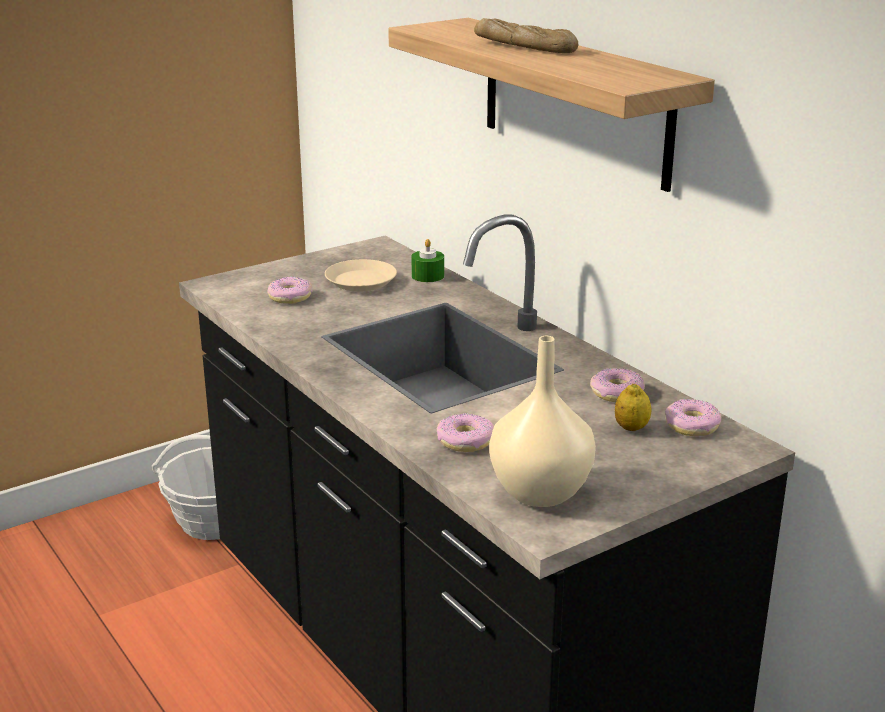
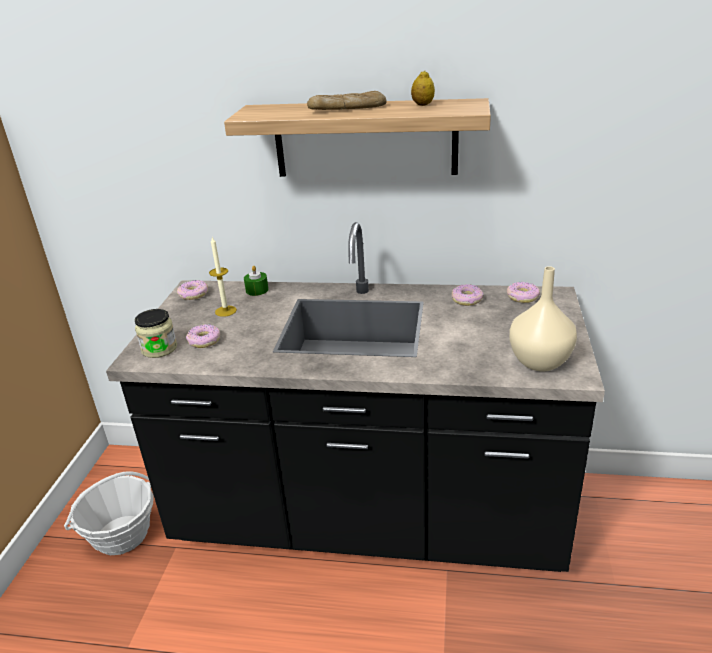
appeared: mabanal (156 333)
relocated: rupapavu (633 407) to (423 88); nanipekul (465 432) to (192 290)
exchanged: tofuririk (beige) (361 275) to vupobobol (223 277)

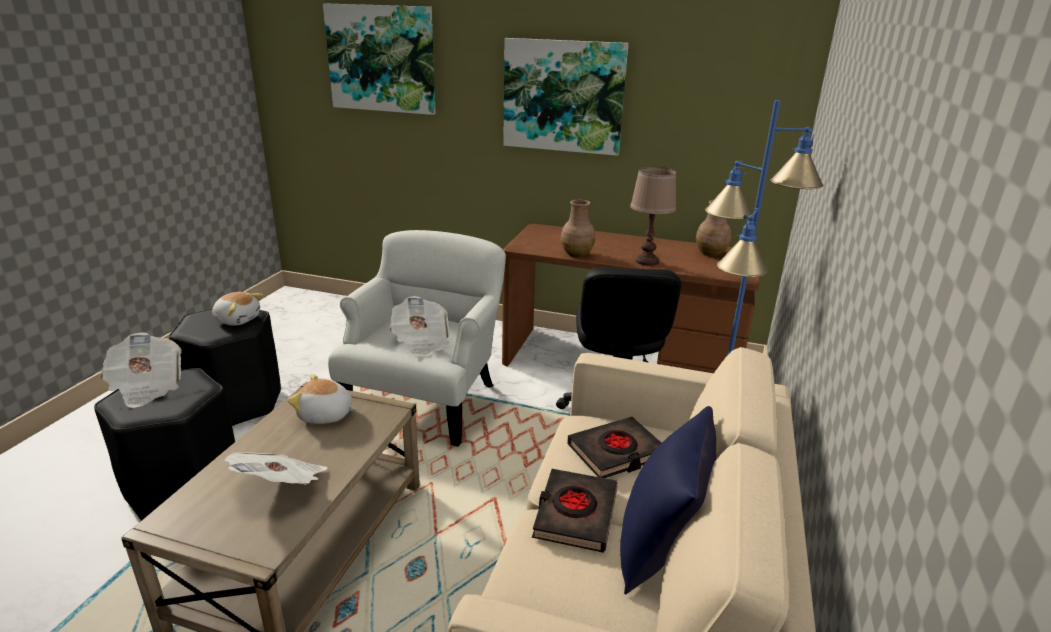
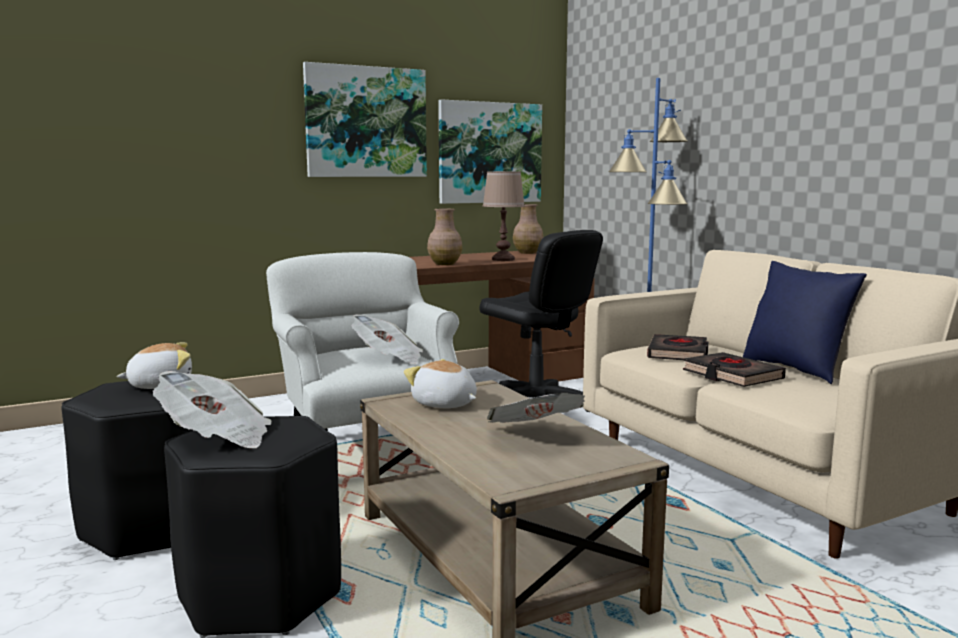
relocated: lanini (379 59) to (490 151)
spun: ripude (322 399) = (440 383) 75 degrees clockwise

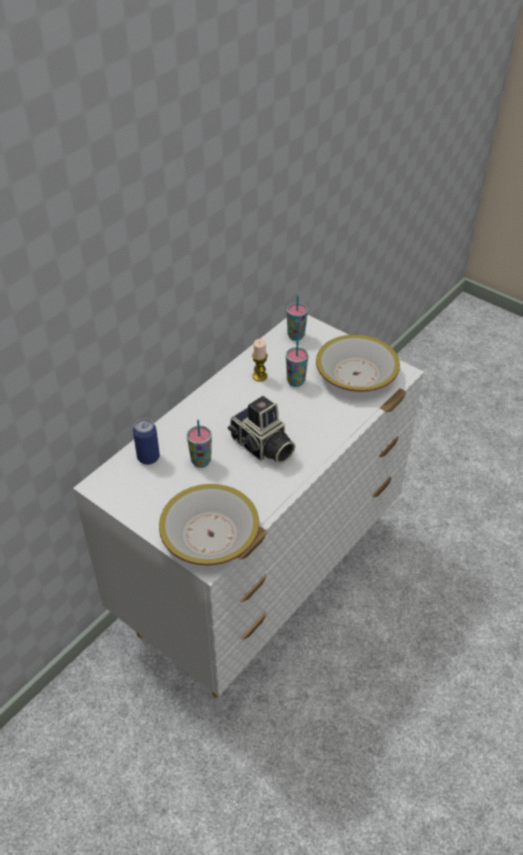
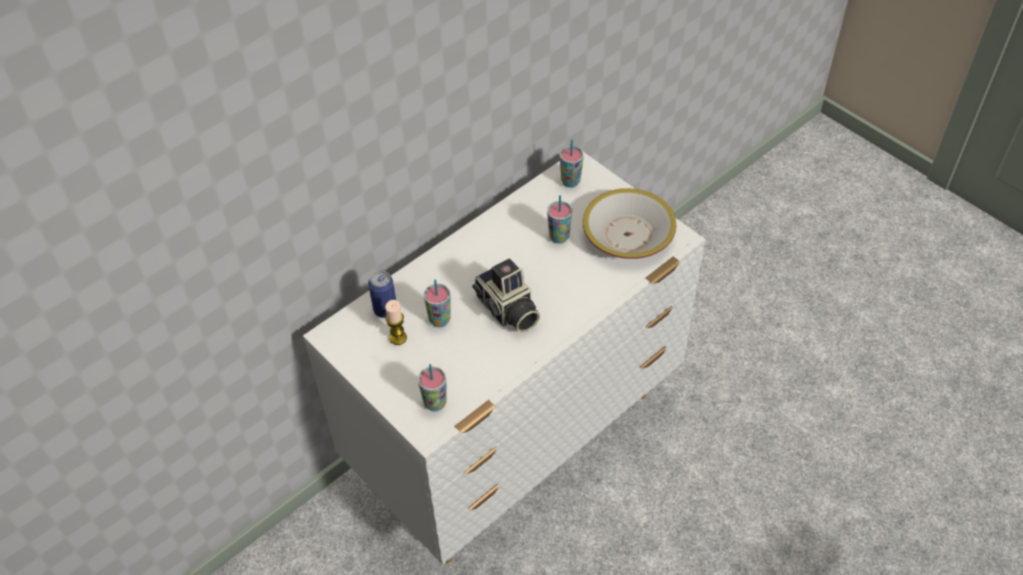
relocated: vupobobol (260 360) to (396 322)
exchanged: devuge (209 524) to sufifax (432 388)

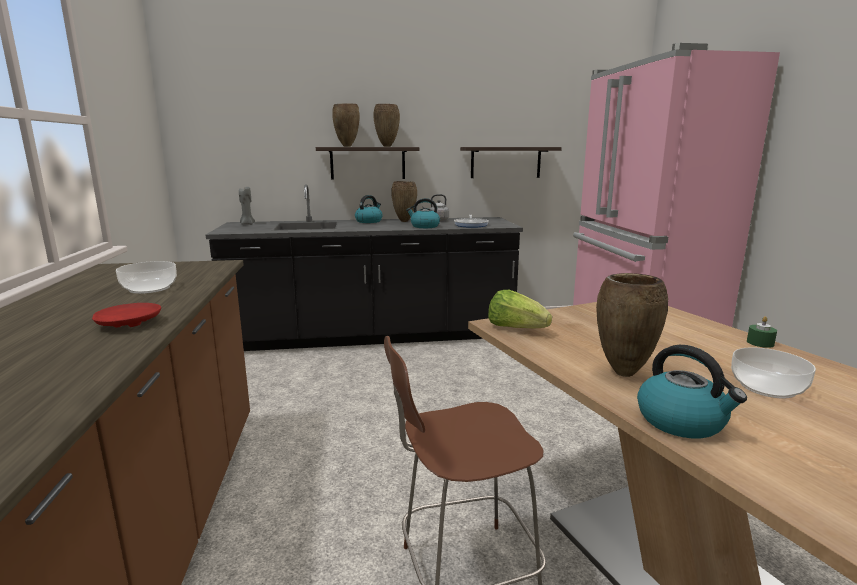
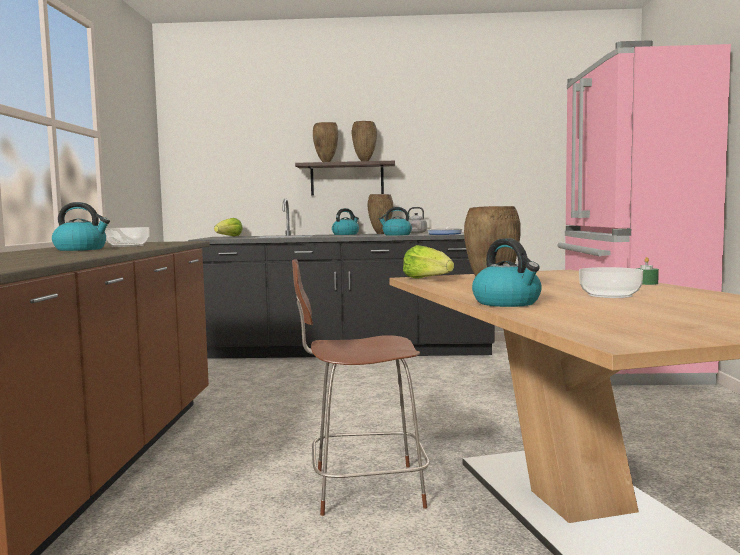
missing: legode (511 162); tofuririk (red) (126 315)
appeared: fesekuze (81 226)
exchanged: vupobobol (grey) (247 206) to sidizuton (228 227)

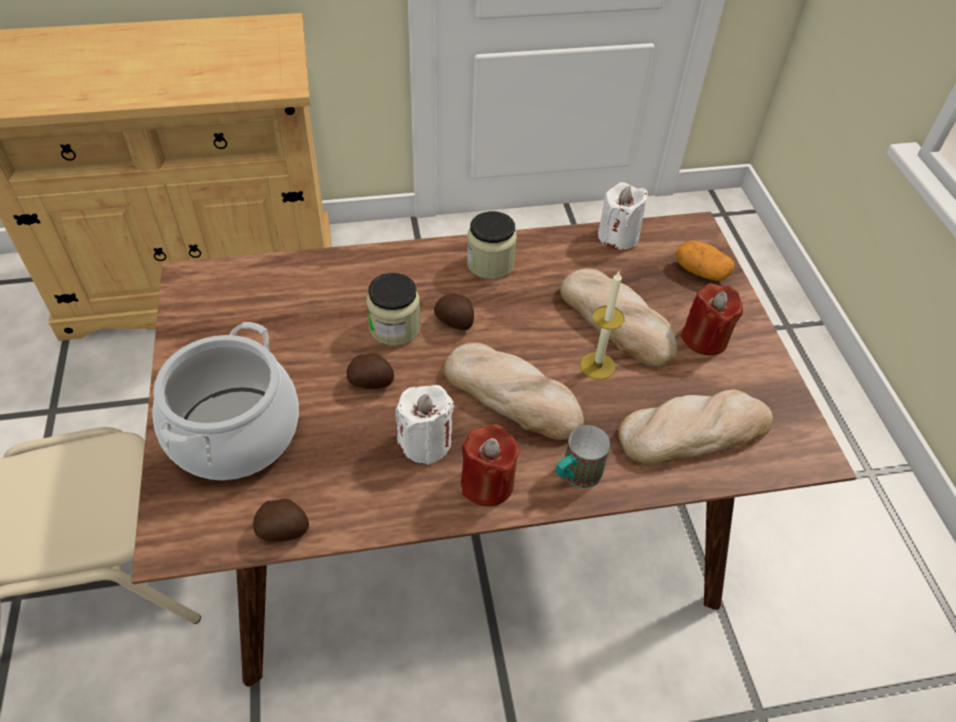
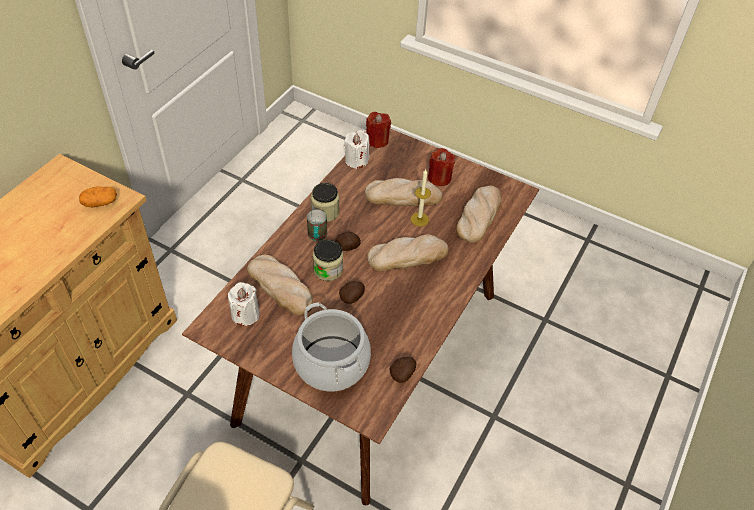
appeared: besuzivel (280 285)
relocated: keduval (705 261) to (98 196); vupobobol (white) (425 425) to (244 304); vupobobol (red) (490 465) to (378 130); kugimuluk (582 456) to (317 225)

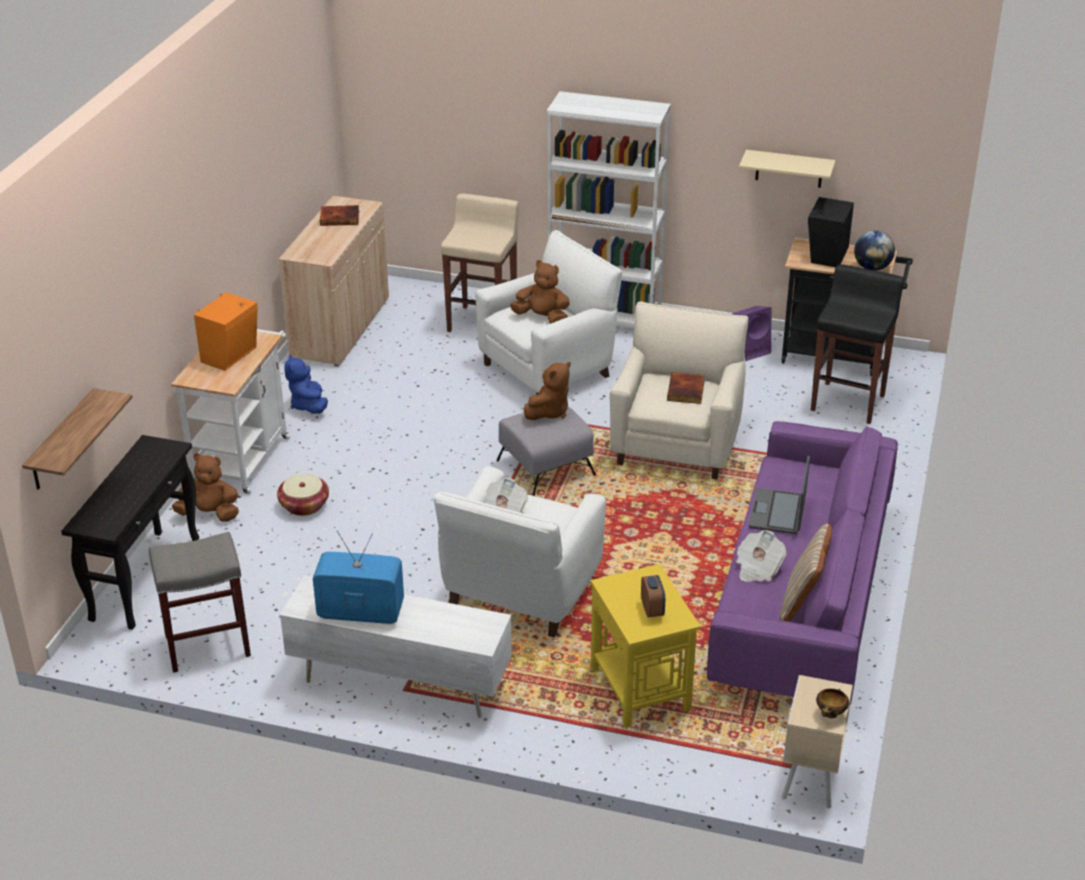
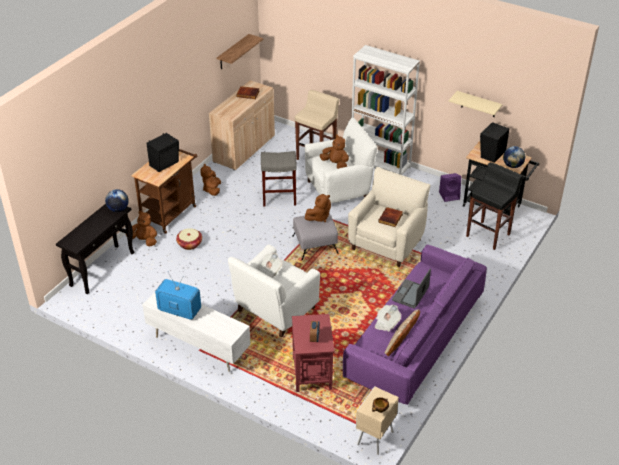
appeared: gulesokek (117 200)
relocated: legode (77 439) to (240 52); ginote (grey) (200 602) to (279 178)
colour: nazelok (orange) (226 332) to nazelok (black) (162 152); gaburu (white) (230 412) to gaburu (brown) (164 191); ripude (blue) (306 384) to ripude (brown) (210 180); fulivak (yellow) (646 646) to fulivak (red) (313 353)

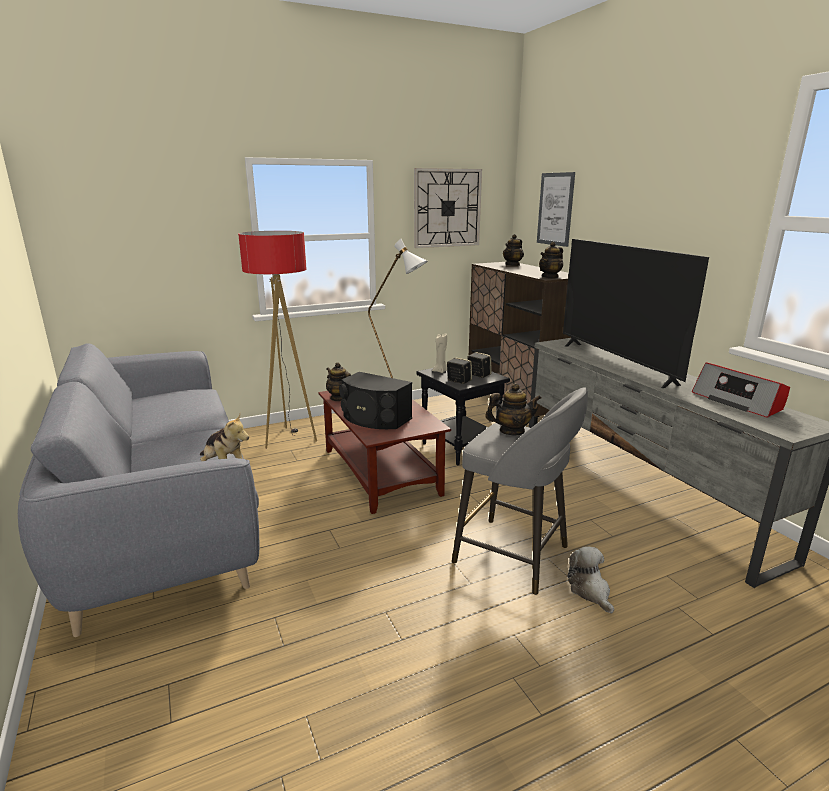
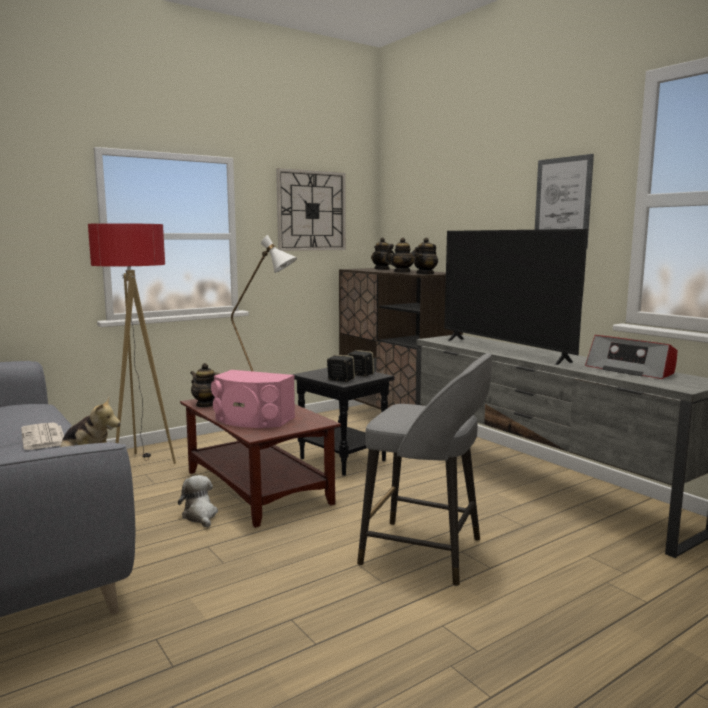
missing: vupobobol (beige) (439 353)
appeared: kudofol (42 436)
relocated: lanini (556 209) to (564 201); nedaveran (513 409) to (400 255); ripude (591 580) to (198 501)
colour: nazelok (black) (375 400) to nazelok (pink) (253 399)

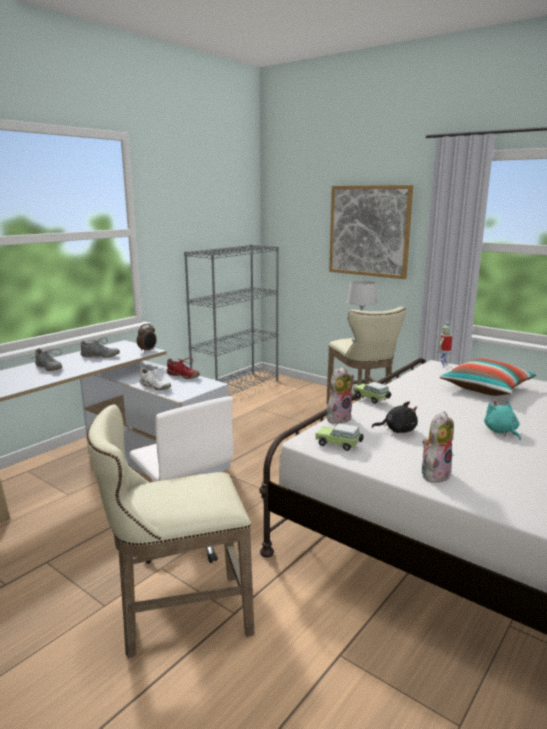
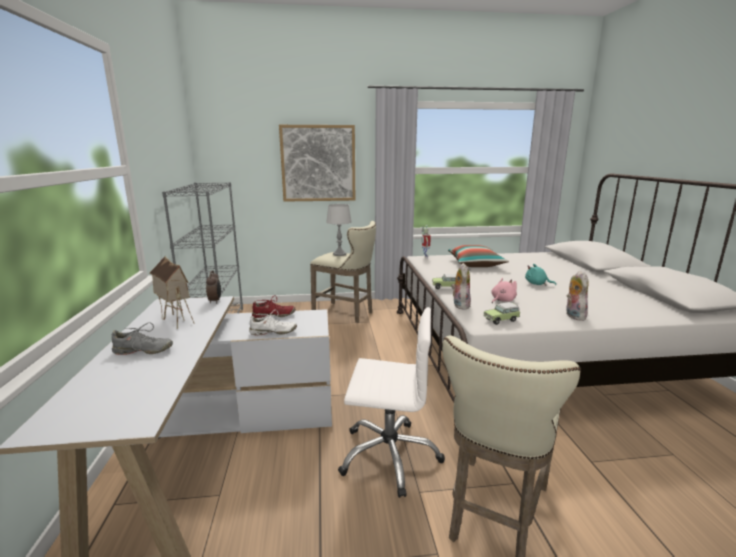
exchanged: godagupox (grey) (100 347) to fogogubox (172 292)
colour: ripude (black) (395 417) to ripude (pink) (504 290)

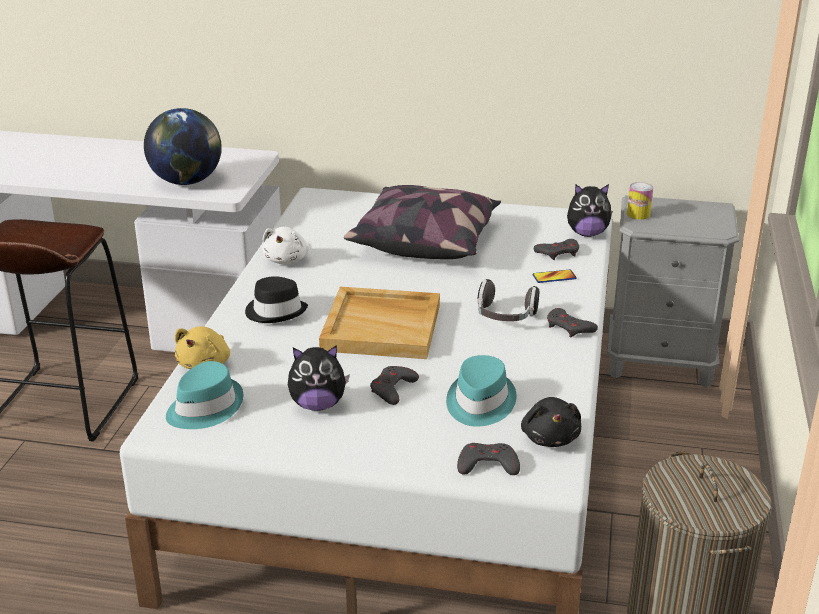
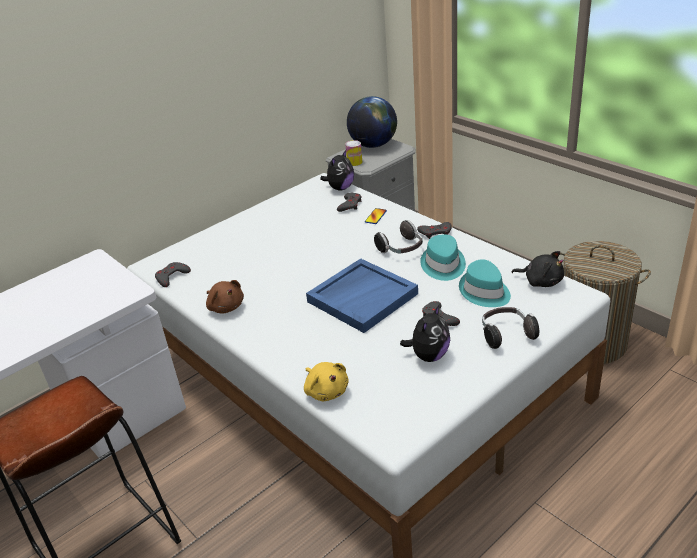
missing: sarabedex (422 222); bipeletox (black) (276 299)
appeared: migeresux (510 328)
relocated: gulesokek (183 146) to (372 122); bipeletox (turquoise) (204 395) to (443 257); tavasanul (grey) (488 459) to (173 274)
colour: ripude (white) (286 245) to ripude (brown) (225 297); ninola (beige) (379 323) to ninola (blue) (362 295)

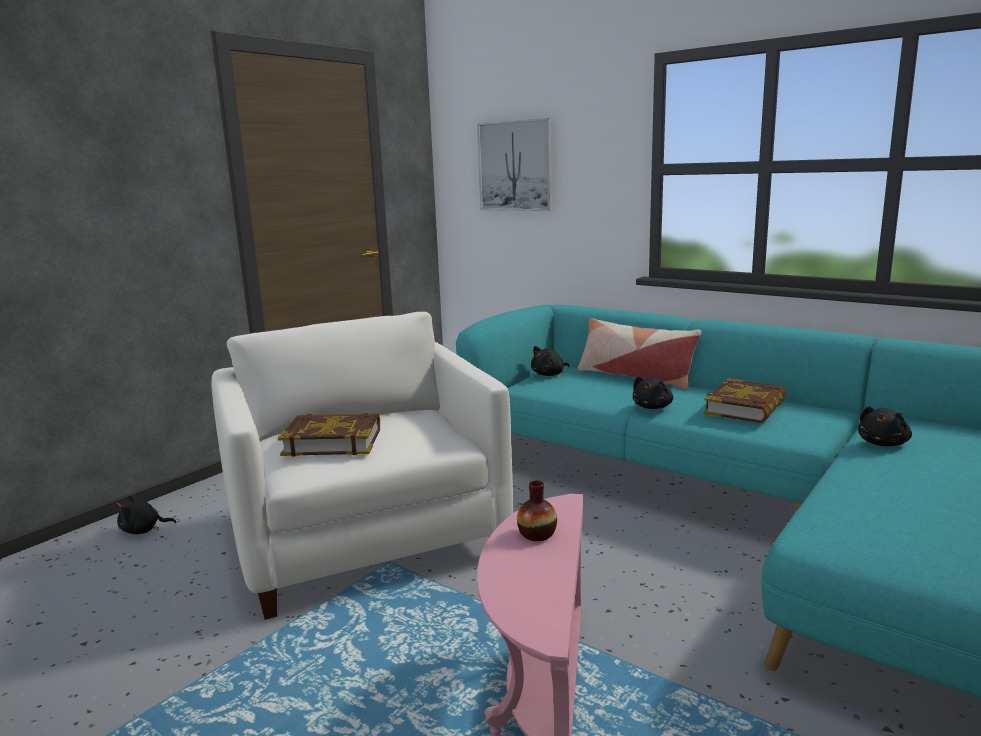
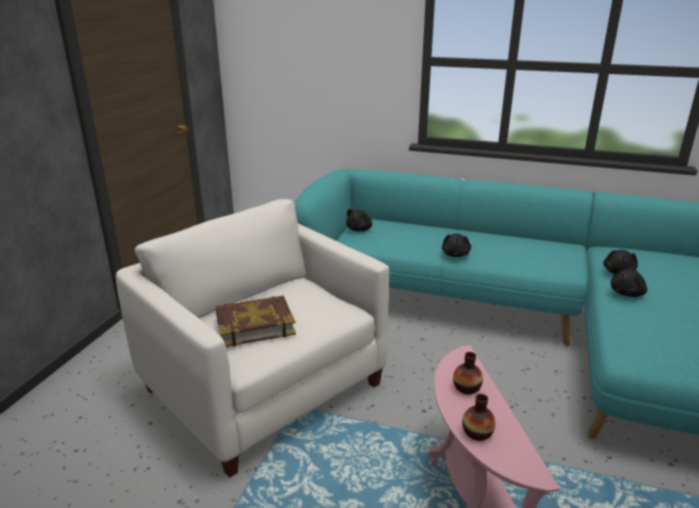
missing: lanini (515 164); sarabedex (639 354); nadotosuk (745 400)
appeared: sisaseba (479 417)
relocated: ripude (black) (147 514) to (629 281)

